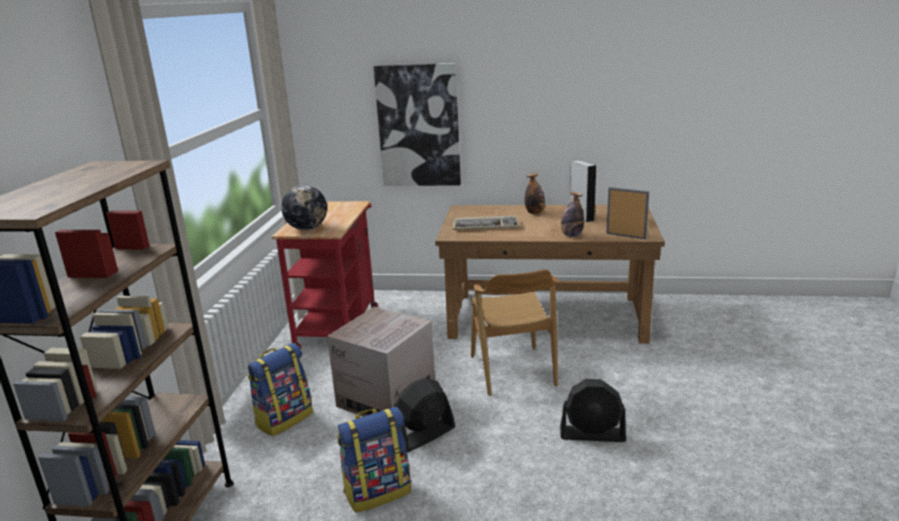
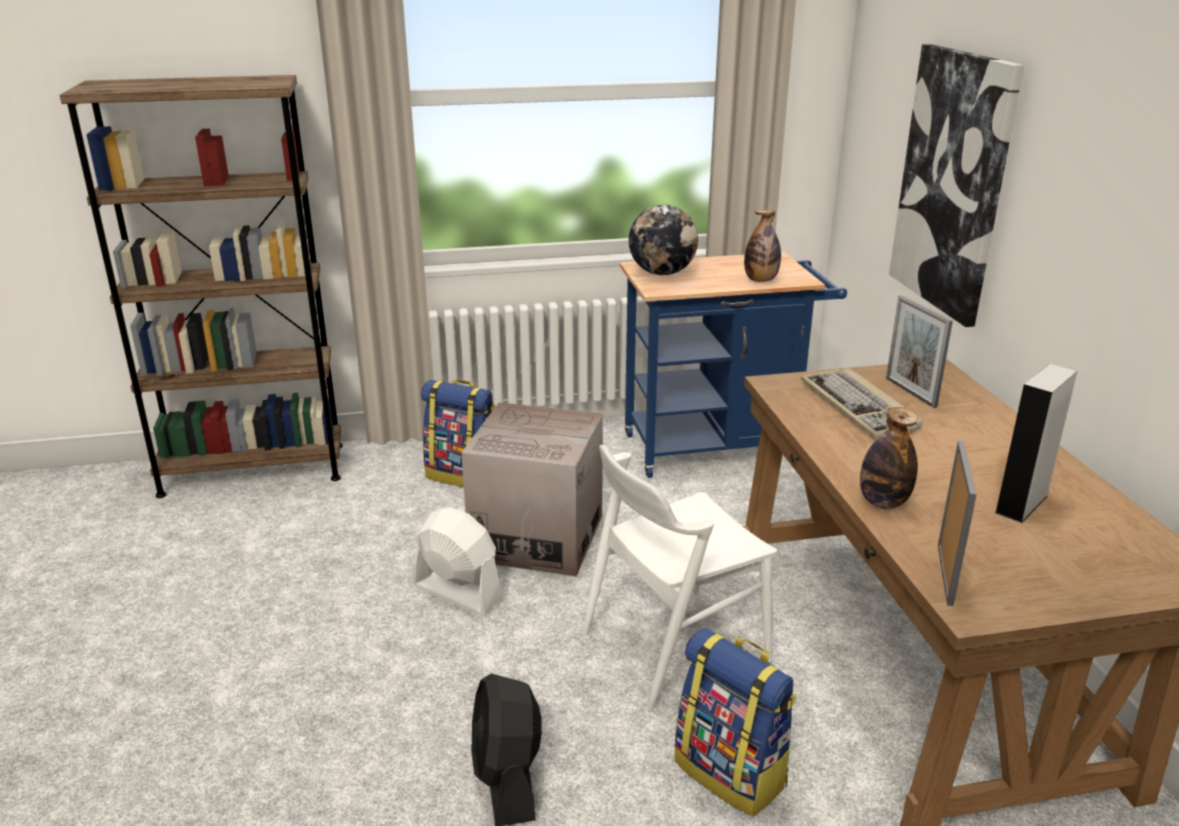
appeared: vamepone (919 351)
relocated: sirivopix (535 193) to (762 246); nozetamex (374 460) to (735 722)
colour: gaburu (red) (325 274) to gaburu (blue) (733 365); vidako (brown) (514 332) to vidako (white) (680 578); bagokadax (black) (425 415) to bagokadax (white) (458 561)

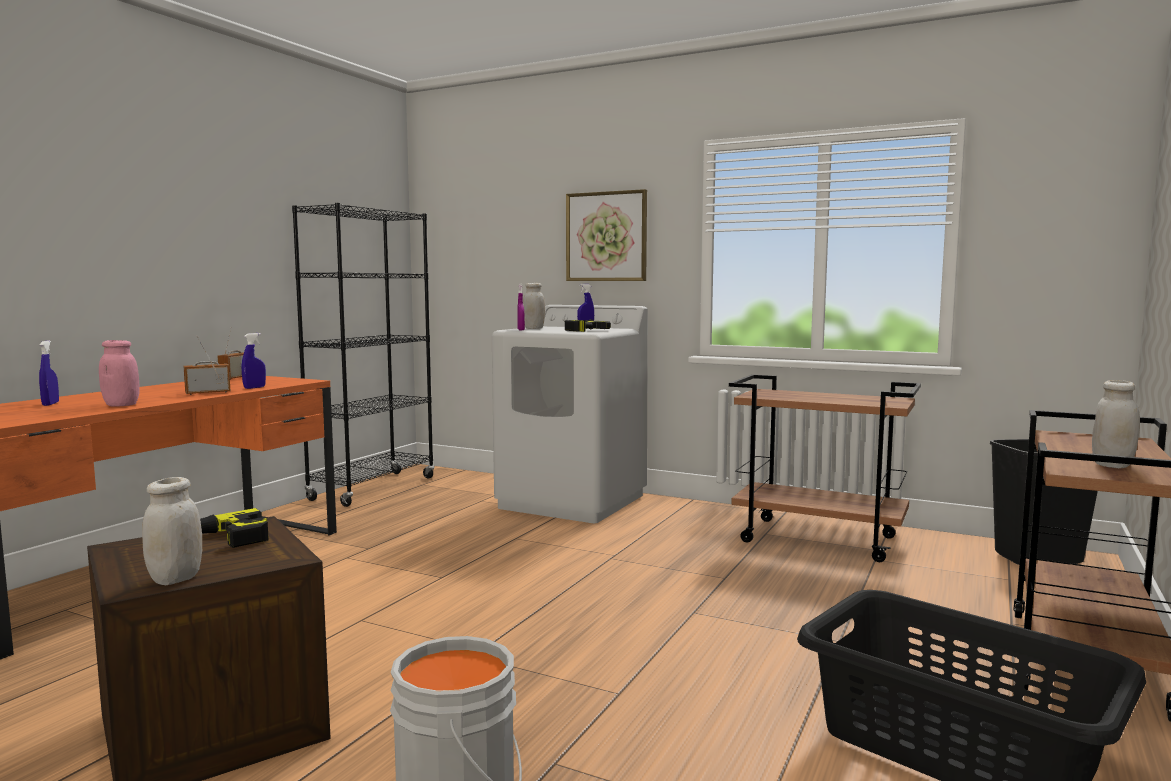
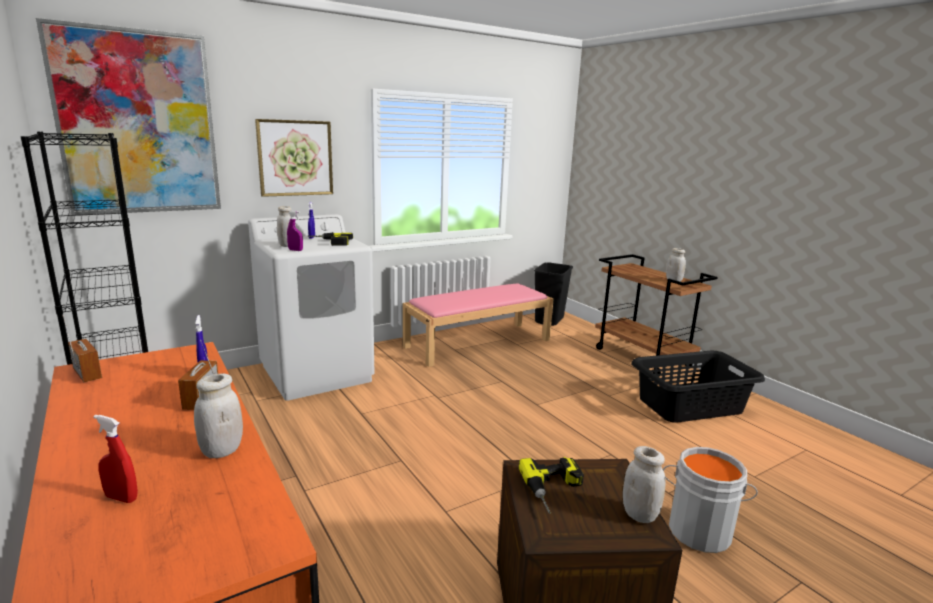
appeared: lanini (128 116)
exchanged: gaburu (brown) (825 468) to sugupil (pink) (478 325)
colour: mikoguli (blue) (49 373) to mikoguli (red) (116 459); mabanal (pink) (119 373) to mabanal (white) (218 415)

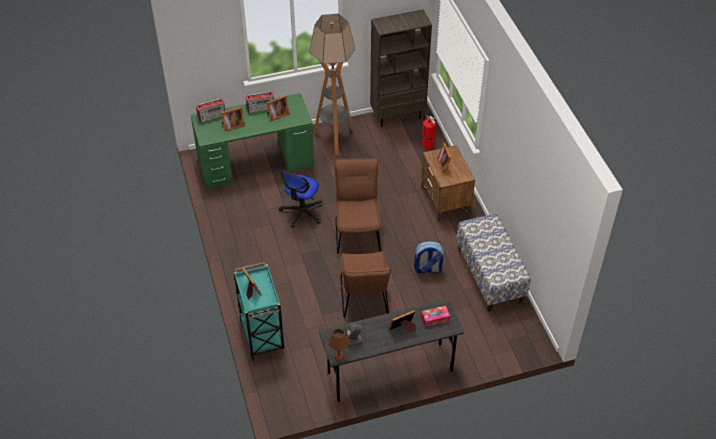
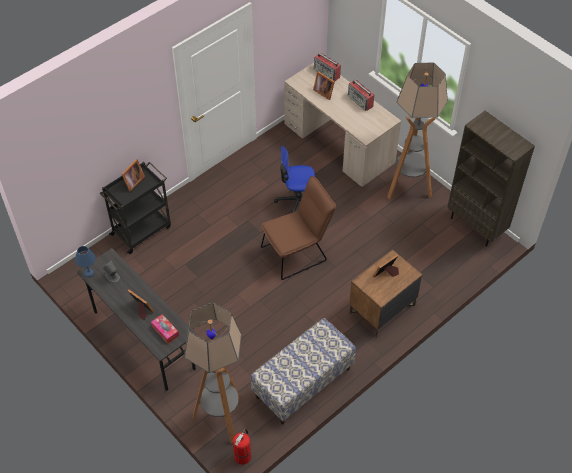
missing: vamepone (278 108); nozetamex (429 257); vidako (brown) (366 284)
appeared: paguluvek (213 373)
relocated: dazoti (429 132) to (242 447)
colour: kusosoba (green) (252 141) to kusosoba (beige) (342 125); gaburu (turquoise) (260 311) to gaburu (black) (135 208); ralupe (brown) (338 344) to ralupe (blue) (85 261)

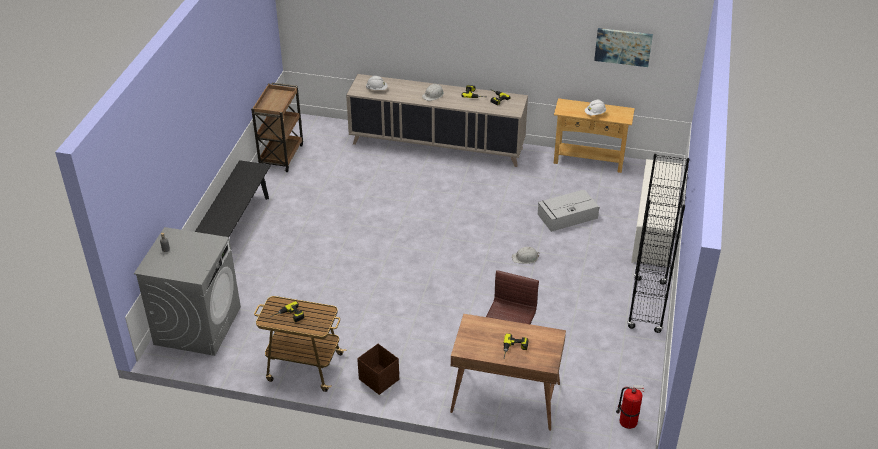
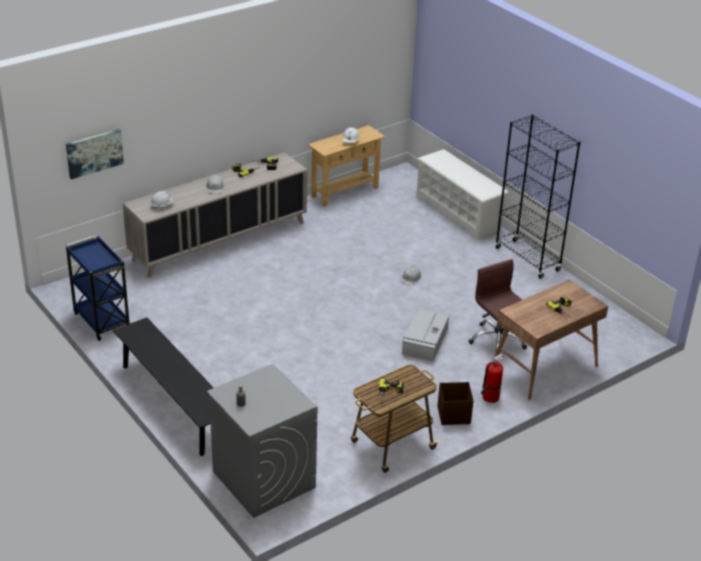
relocated: lanini (623 47) to (95 154); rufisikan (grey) (568 211) to (425 335); dazoti (630 407) to (492 378)
colour: gaburu (brown) (277 127) to gaburu (blue) (98 288)

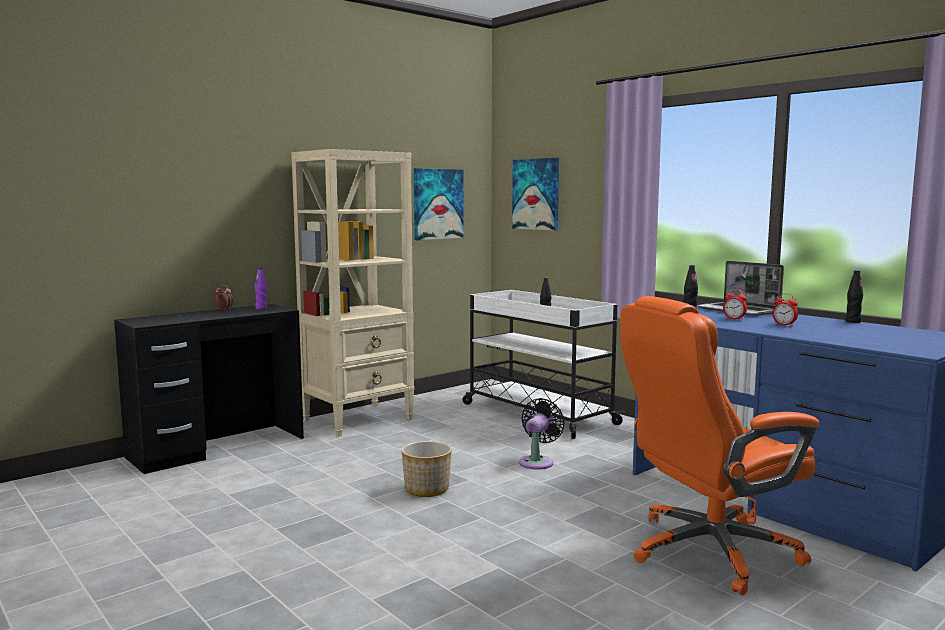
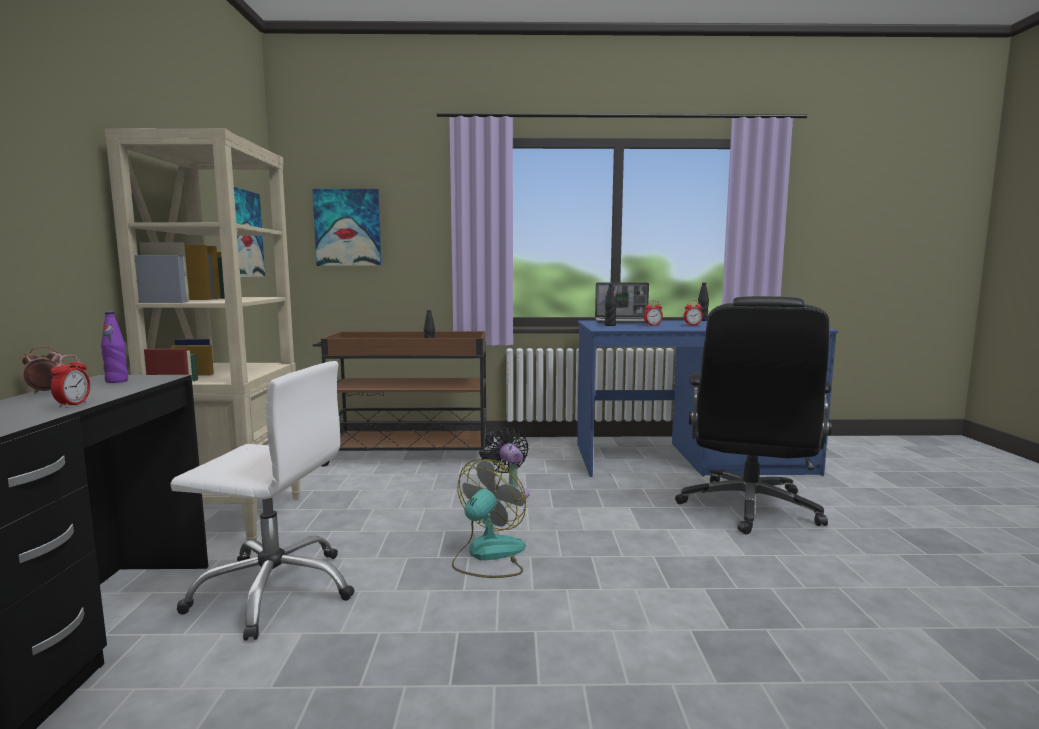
appeared: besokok (70 381); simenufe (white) (262 501)
exchanged: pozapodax (427 469) to bagokadax (489 518)
colour: gaburu (white) (543 364) to gaburu (brown) (404 399); simenufe (orange) (720 445) to simenufe (black) (753 415)

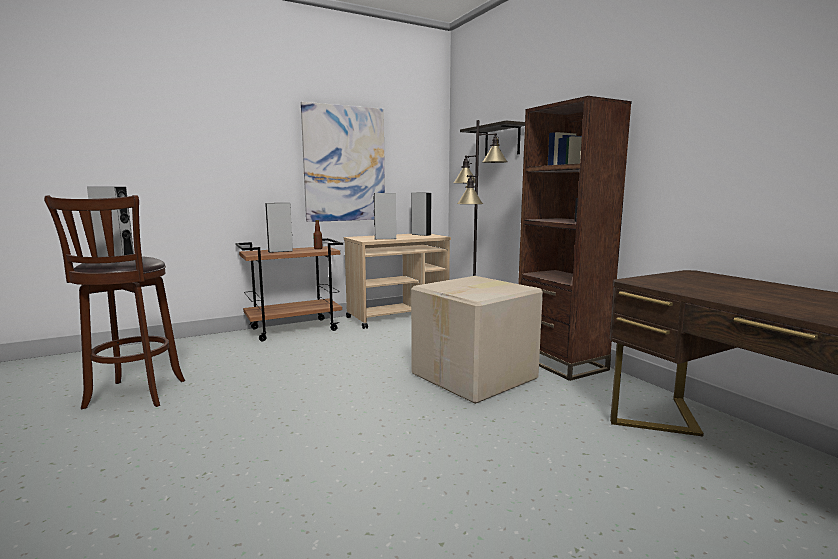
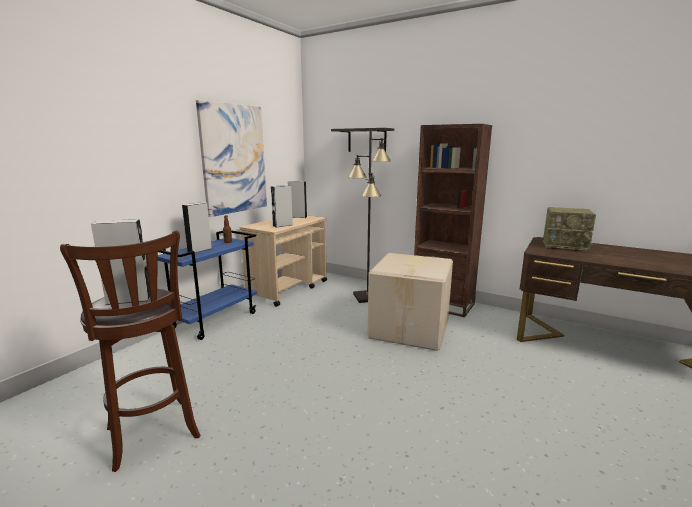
appeared: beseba (569 229)
colour: gaburu (brown) (289 289) to gaburu (blue) (207 285)

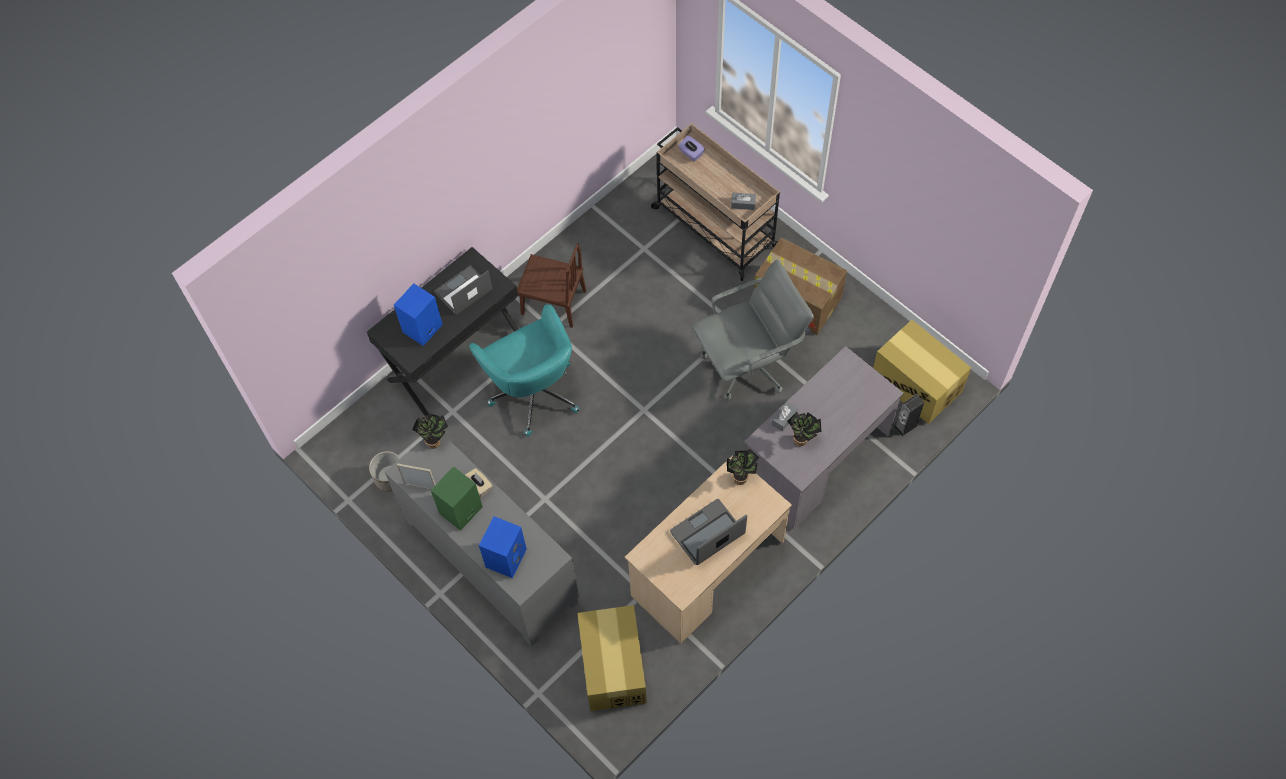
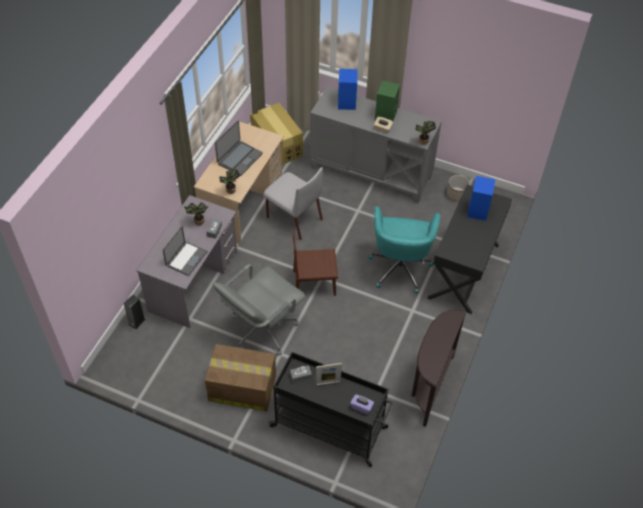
missing: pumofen (922 372)
appeared: vidako (grey) (293 203); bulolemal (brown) (439 368)
relocated: vidako (brown) (552 285) to (315 263); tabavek (463 290) to (185 251); vamepone (416 476) to (329 374)
colour: gaburu (beige) (715 202) to gaburu (black) (330 409)
spun: simenufe (turquoise) (524 370) = (404 250) 120 degrees counterclockwise

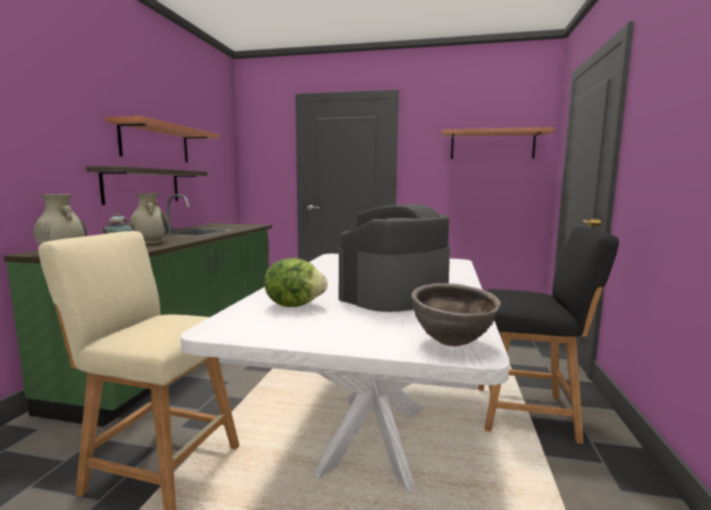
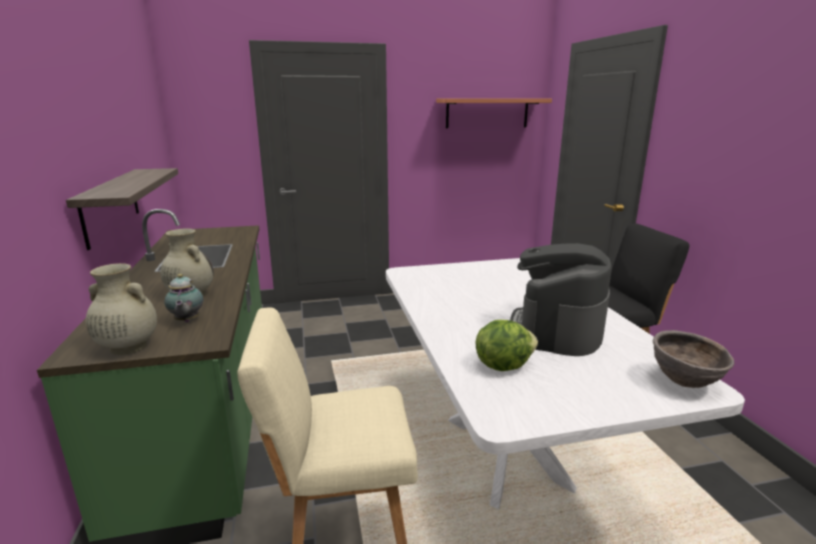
missing: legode (162 139)

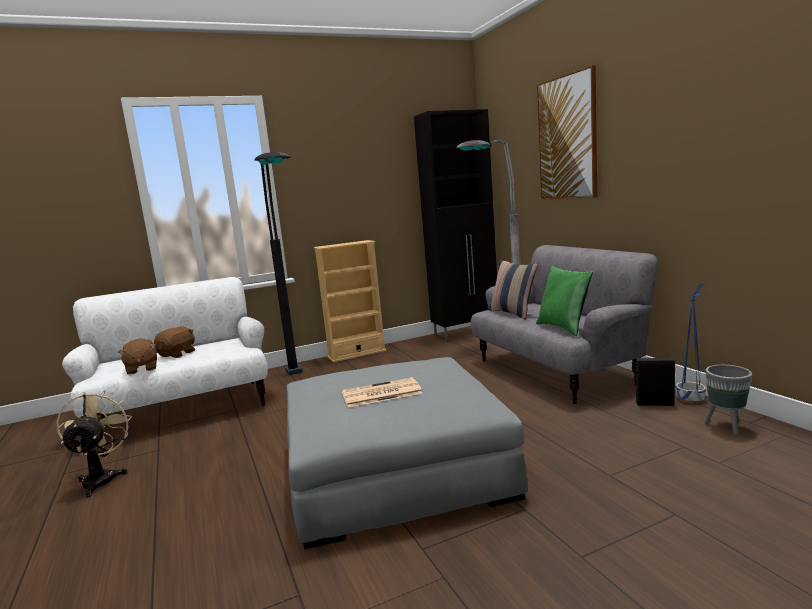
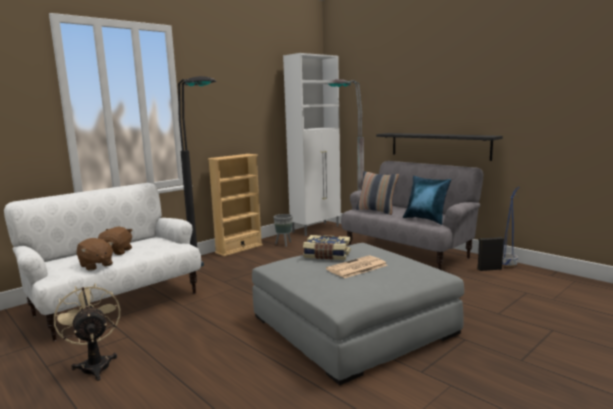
missing: lanini (567 132)
appeared: legode (black) (439 147); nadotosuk (326 247)
relocated: pozapodax (grey) (728 400) to (283 230)
colour: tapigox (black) (455 225) to tapigox (white) (312 144); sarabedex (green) (564 301) to sarabedex (blue) (427 200)

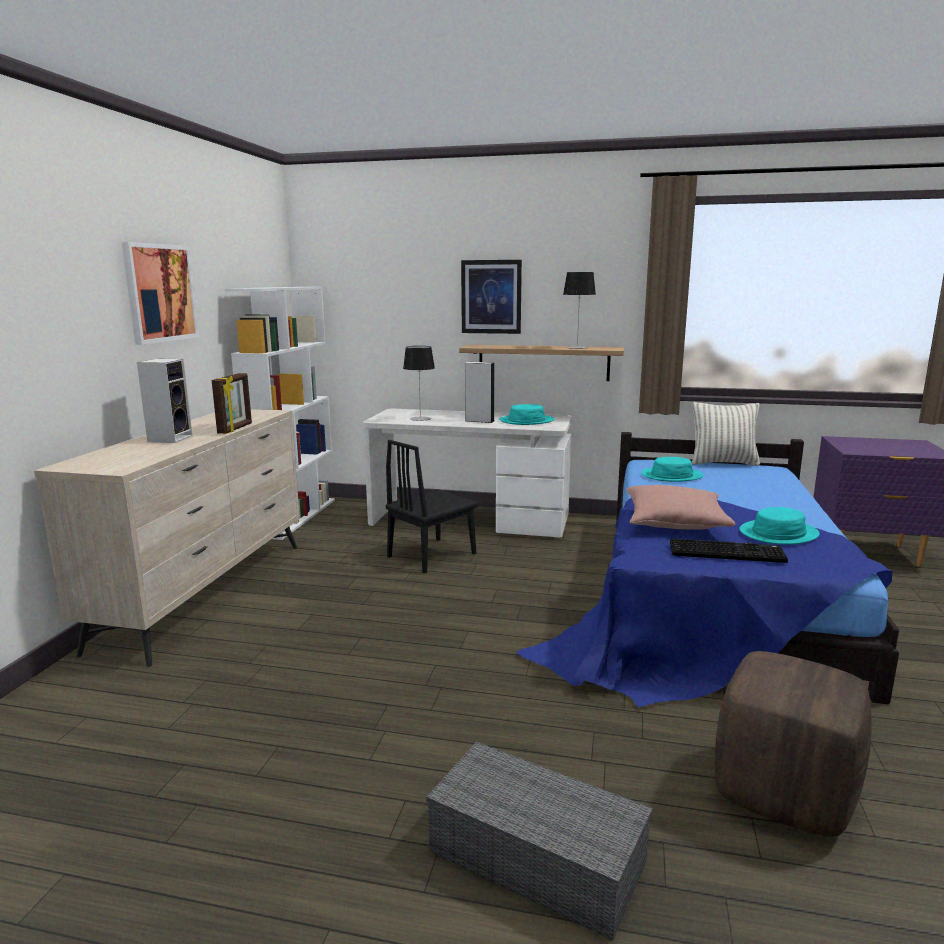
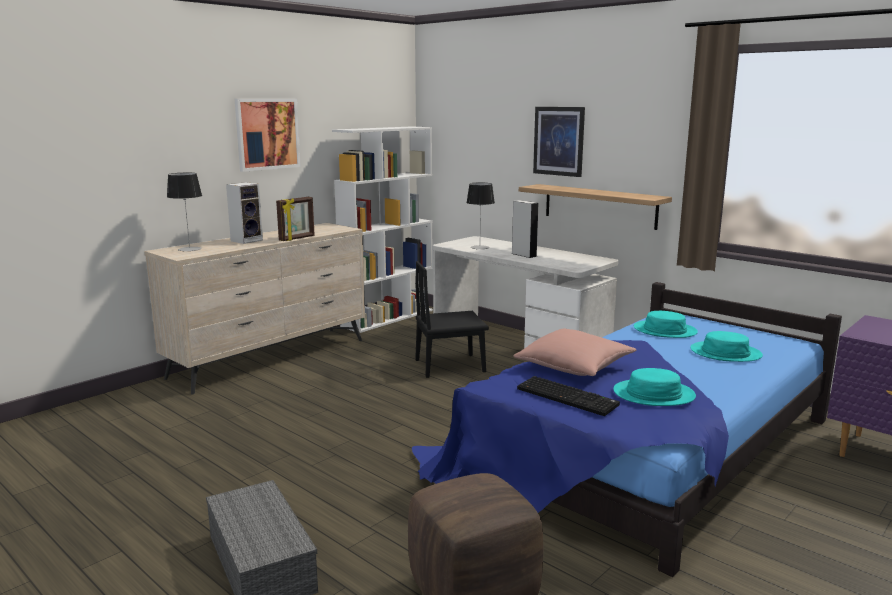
missing: sarabedex (726 434)
relocated: ralupe (579 310) to (184 212); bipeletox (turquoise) (526 414) to (726 346)

